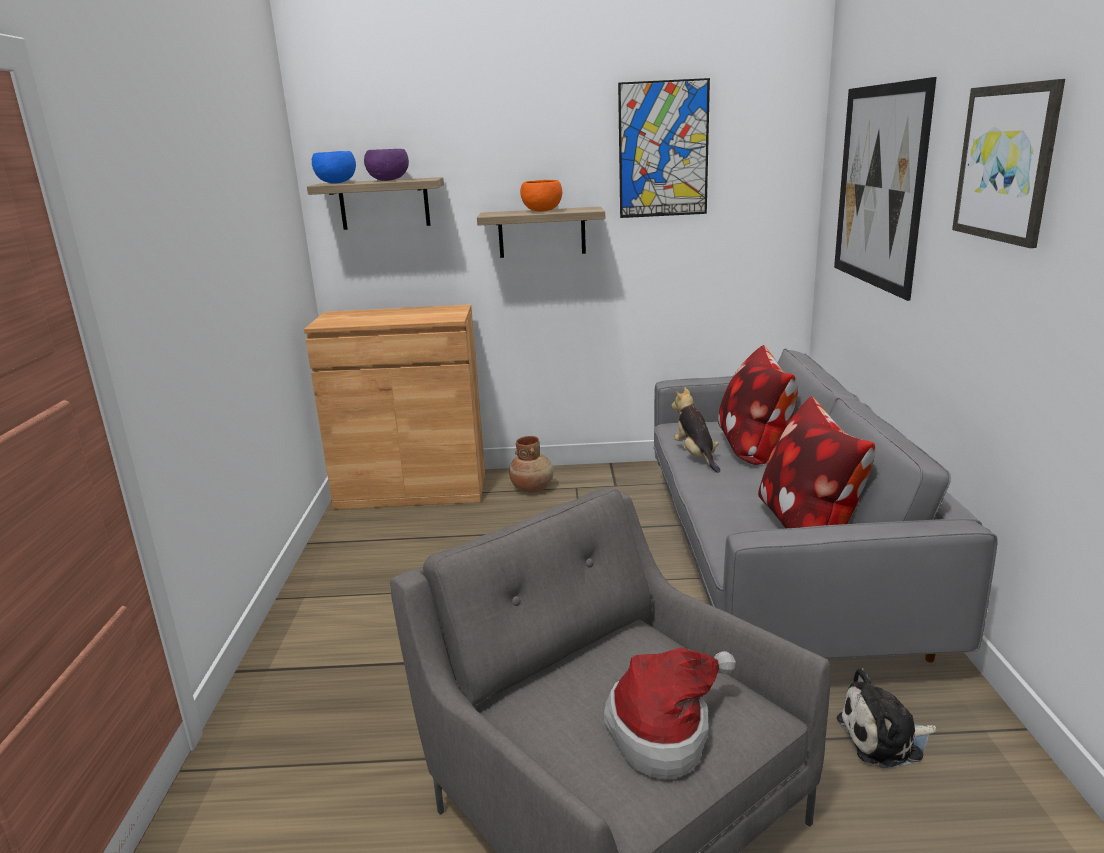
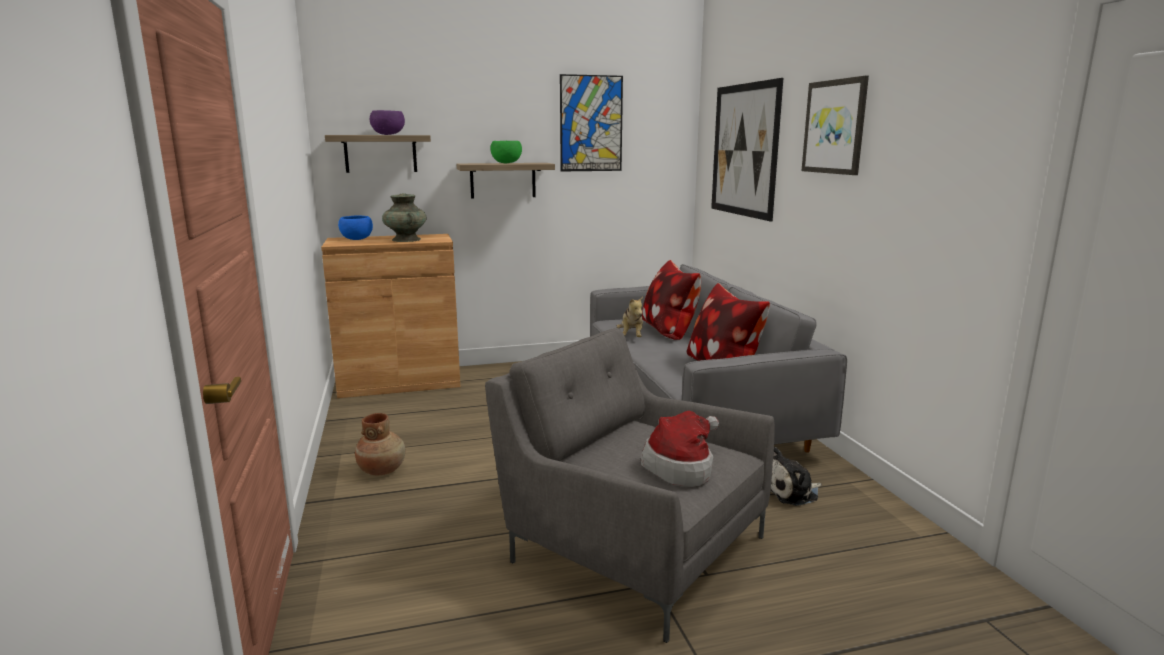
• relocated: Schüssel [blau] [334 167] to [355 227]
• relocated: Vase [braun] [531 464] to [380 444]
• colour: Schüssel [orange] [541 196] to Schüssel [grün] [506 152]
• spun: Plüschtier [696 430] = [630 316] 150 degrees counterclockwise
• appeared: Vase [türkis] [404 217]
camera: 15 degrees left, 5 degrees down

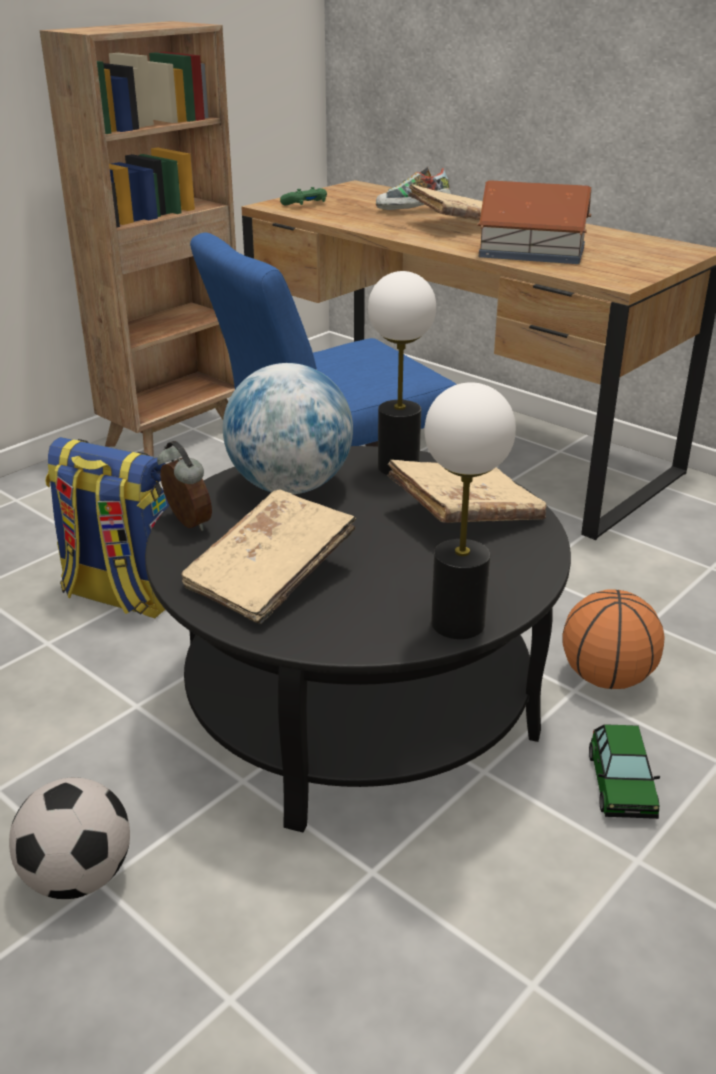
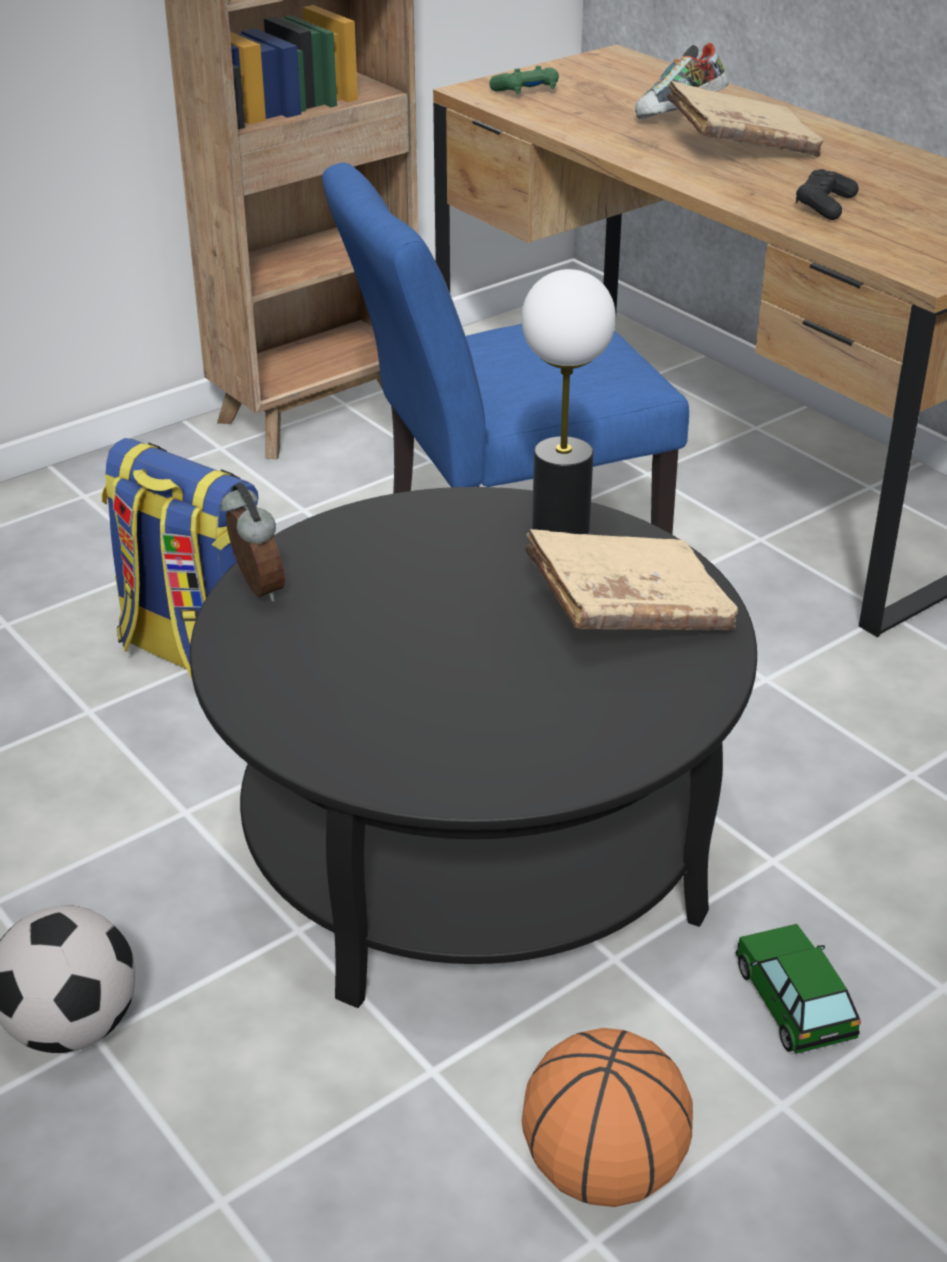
• missing: Buch [beige] [268 556]
• missing: Globus [288 428]
• spun: Schuh [413 188] = [682 81] 45 degrees counterclockwise
• missing: Tischlampe [470 510]
• exchanged: Spielzeughaus [535 222] to Gamepad [schwarz] [827 194]
• relocated: Basketball [614 639] to [607 1117]
• spun: Spielzeugauto [624 771] = [798 989] 150 degrees clockwise
camera: 10 degrees right, 5 degrees up

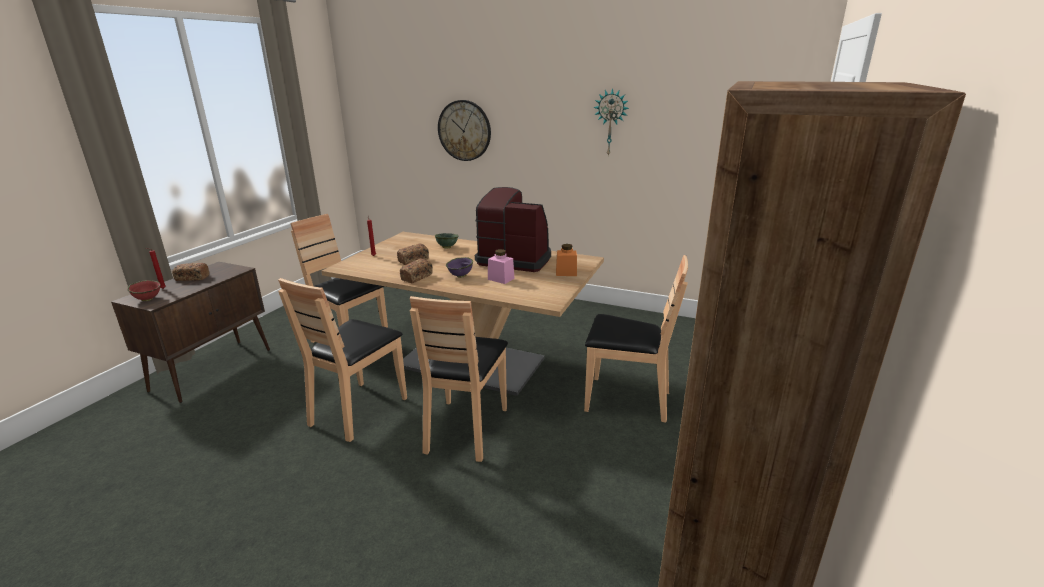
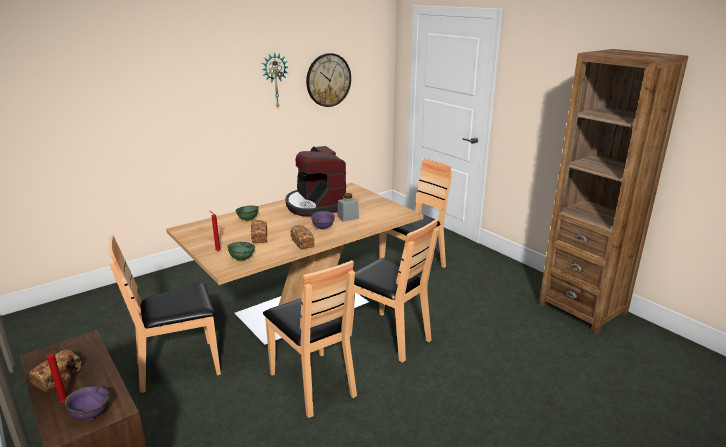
• colour: Schüssel [rot] [144 290] to Schüssel [lila] [87 403]
• relocated: Wanduhr [464 130] to [328 80]
• spun: Kaffeemaschine [513 229] = [316 181] 75 degrees counterclockwise
• colour: Vorratsglas [rosa] [501 266] to Vorratsglas [grau] [348 207]
• missing: Vorratsglas [orange] [566 260]
• appeared: Schüssel [grün] [241 251]
camera: 60 degrees left, 0 degrees up

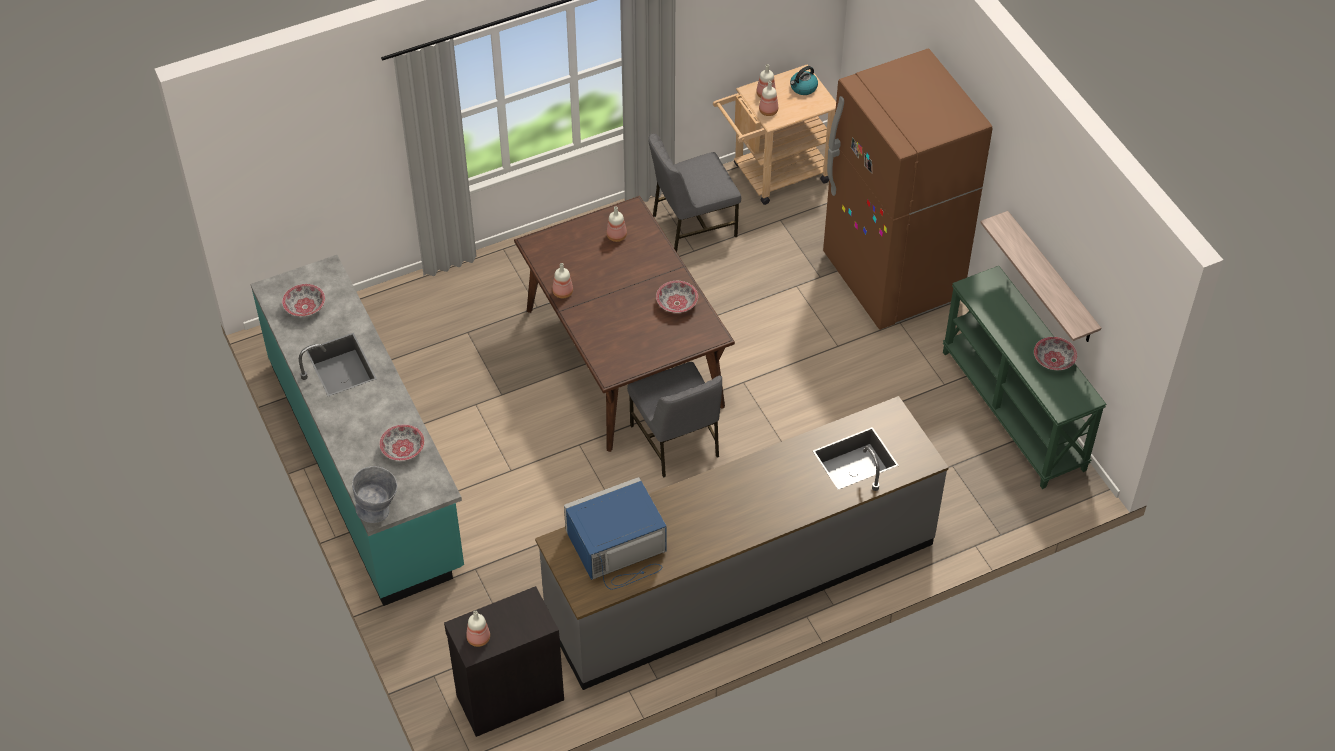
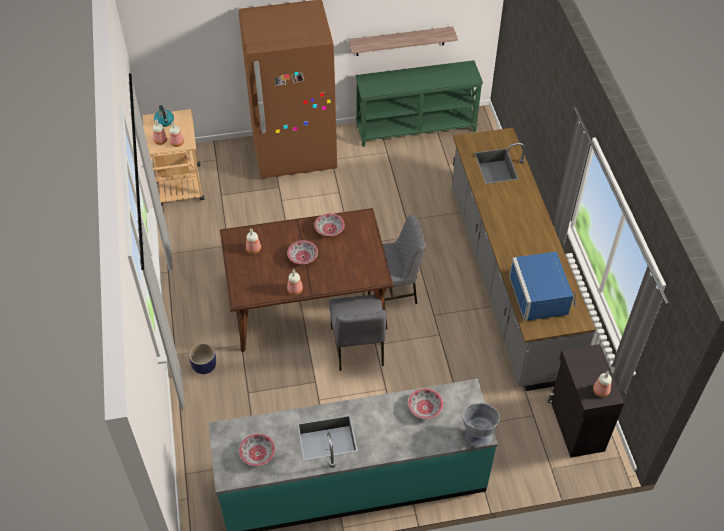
• relocated: Stuhl [grau] [694 192] to [357 332]
• relocated: Schüssel [1055 353] to [302 252]
• appeared: Pflanzkübel [202 358]
camera: 75 degrees left, 0 degrees up

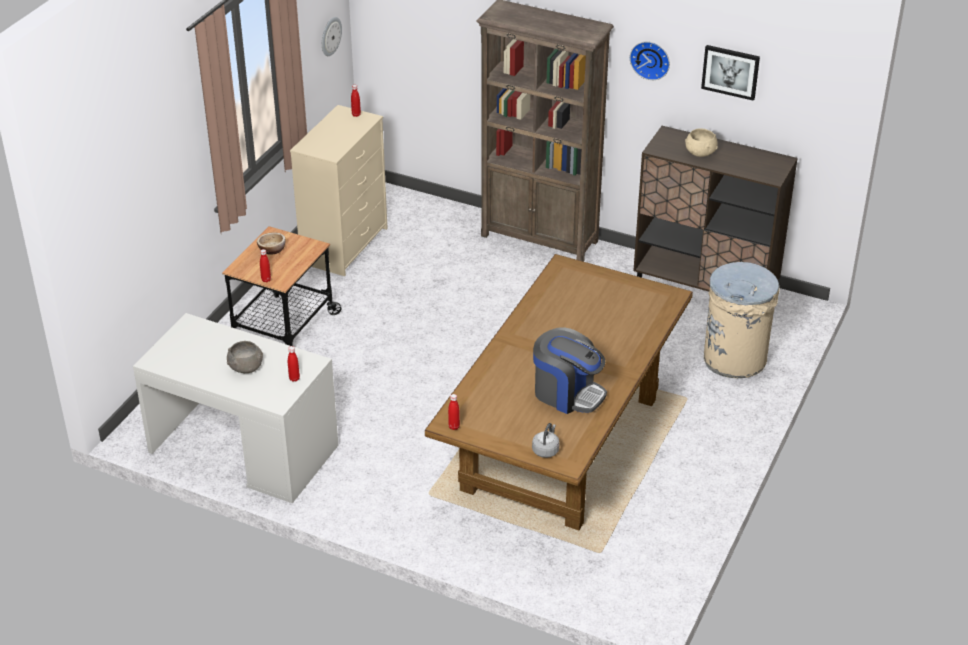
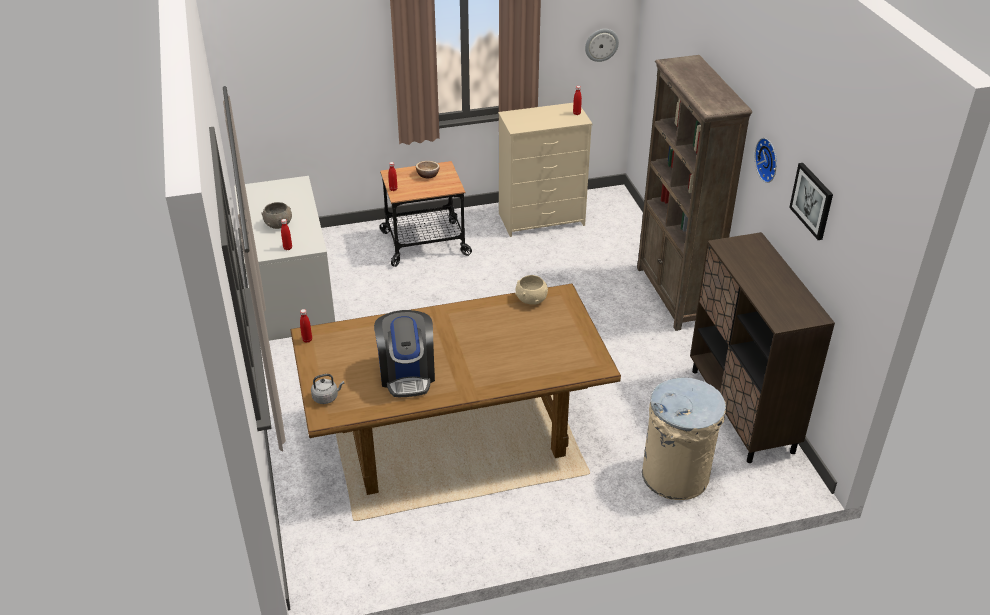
• relocated: Schüssel [beige] [701 143] to [531 290]
camera: 50 degrees right, 0 degrees up

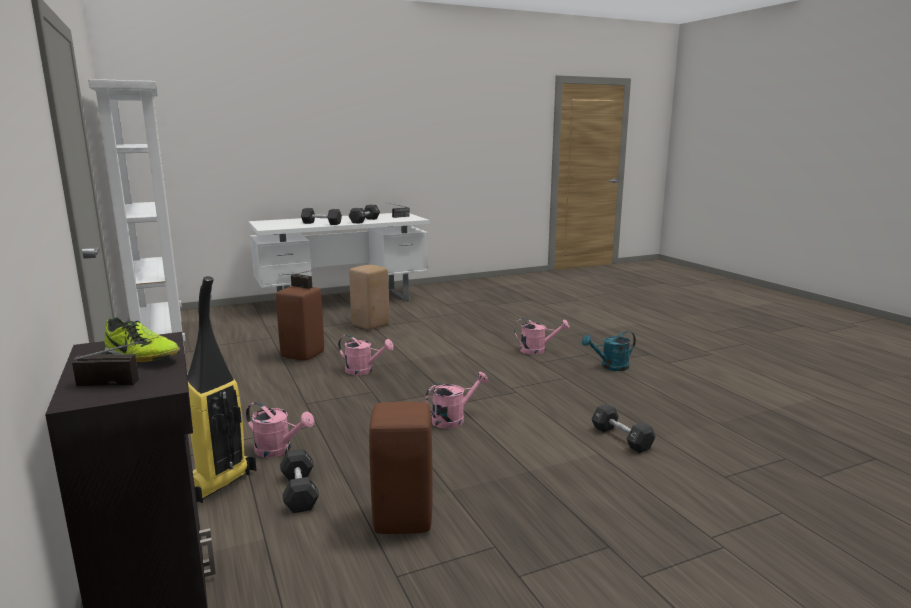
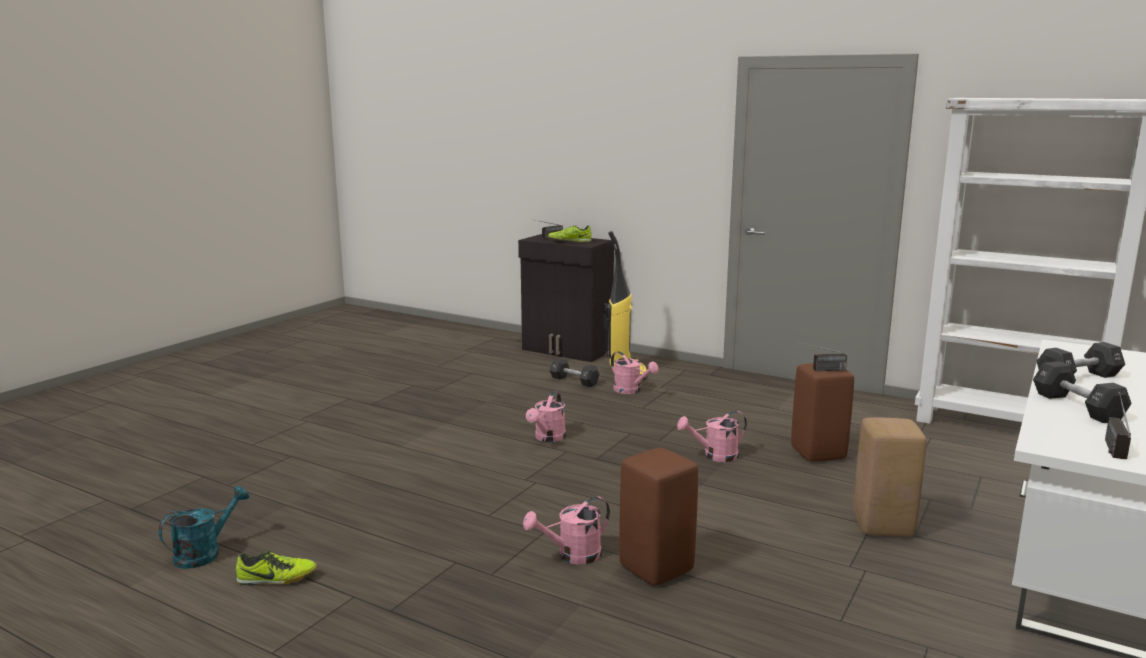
• spun: Gießkanne [rosa] [280 430] = [634 372] 120 degrees counterclockwise
• relocated: Hocker [braun] [401 468] to [658 517]
• relocated: Gießkanne [türkis] [609 351] to [204 527]
• missing: Hantel [schwarz] [623 428]
• appeared: Schuh [276 568]
camera: 145 degrees right, 0 degrees up

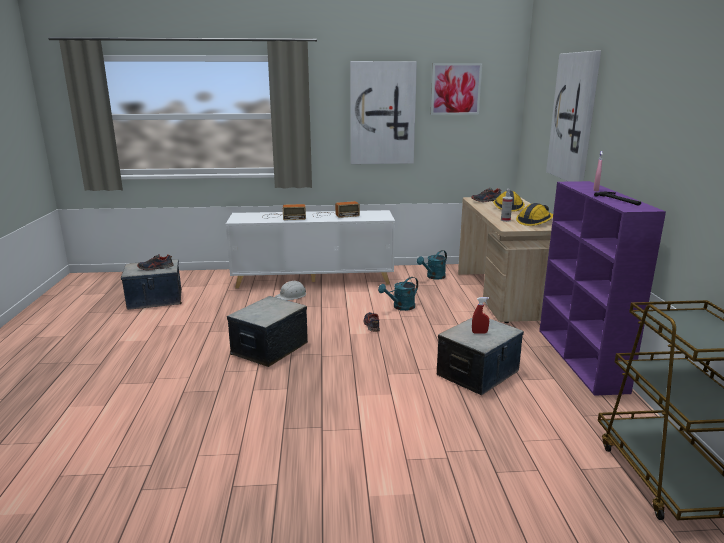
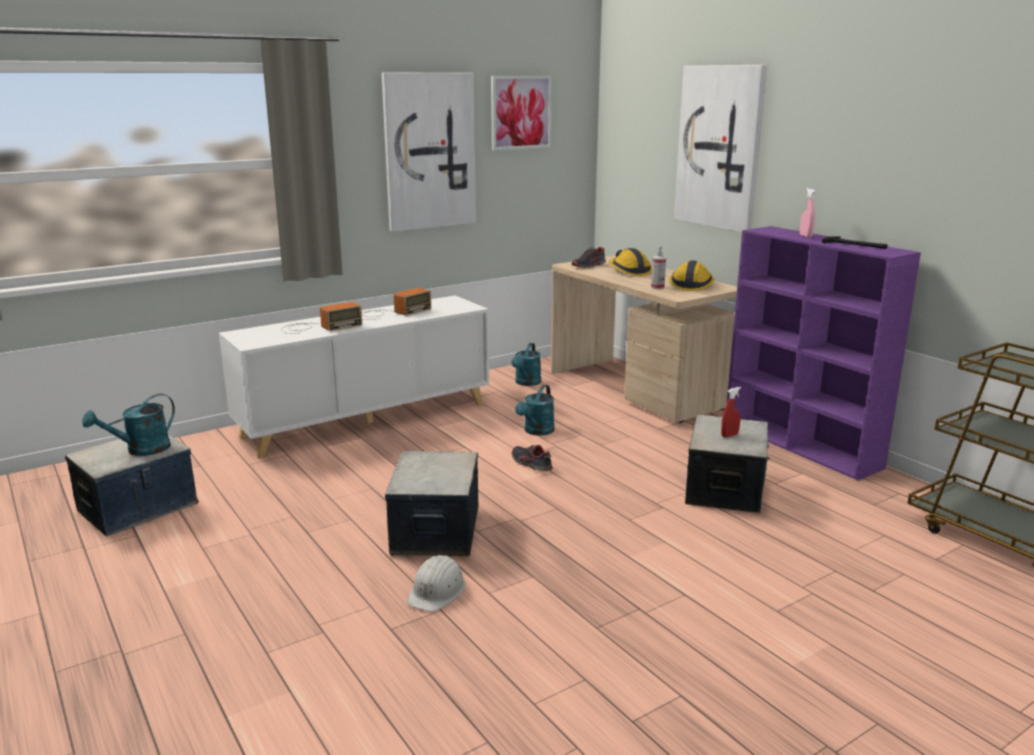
• exchanged: Schuh [155 262] to Gießkanne [türkis] [128 424]
• relocated: Schutzhelm [weiß] [290 290] to [436 583]
camera: 30 degrees left, 0 degrees up

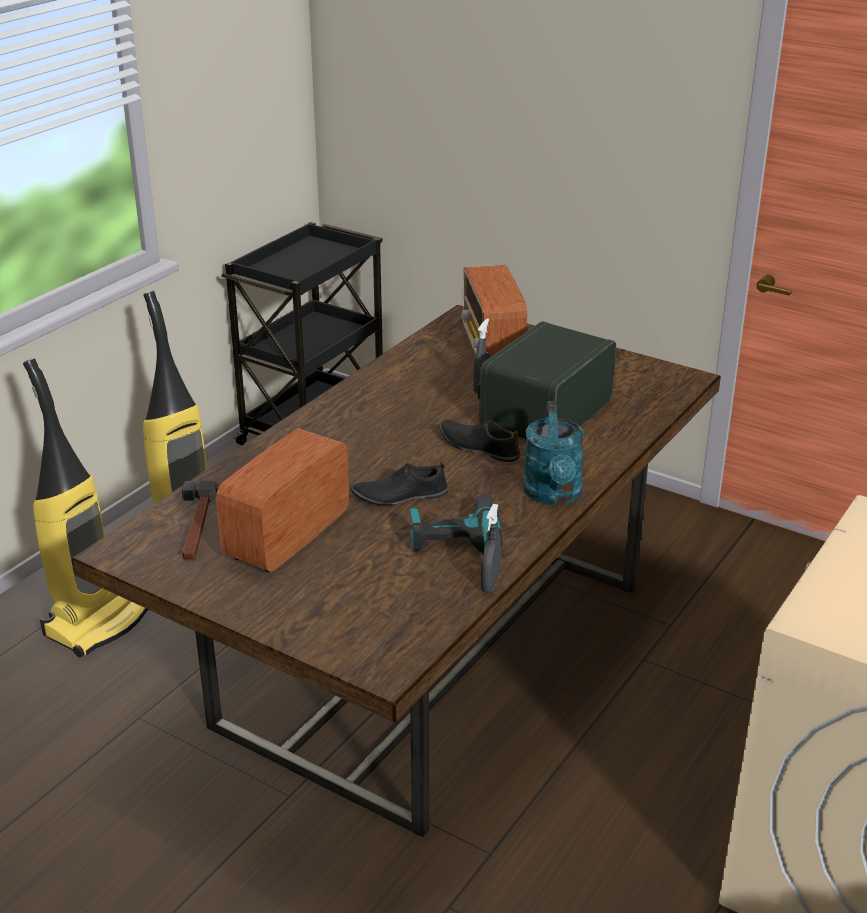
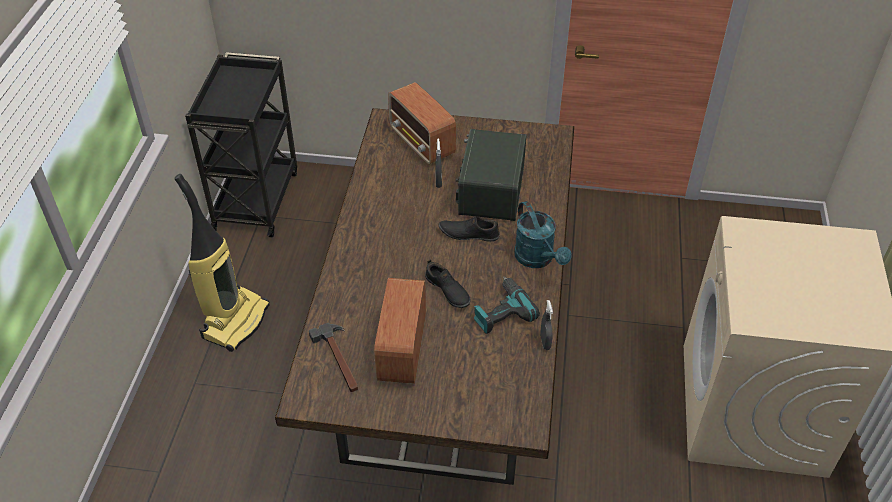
• missing: Staubsauger [86 508]
• spun: Schuh [schwarz] [399 483] = [448 283] 90 degrees counterclockwise
camera: 25 degrees left, 15 degrees up

